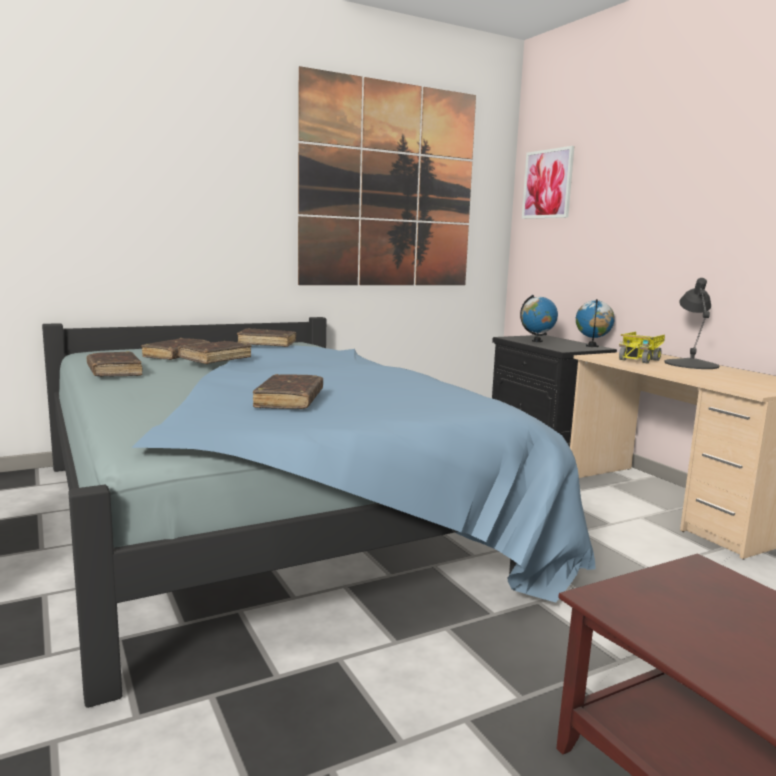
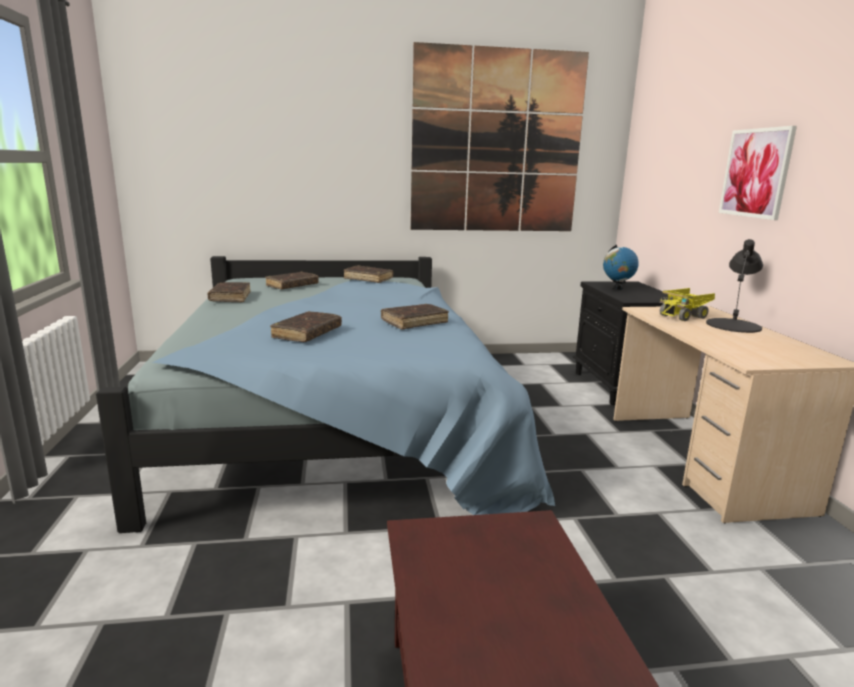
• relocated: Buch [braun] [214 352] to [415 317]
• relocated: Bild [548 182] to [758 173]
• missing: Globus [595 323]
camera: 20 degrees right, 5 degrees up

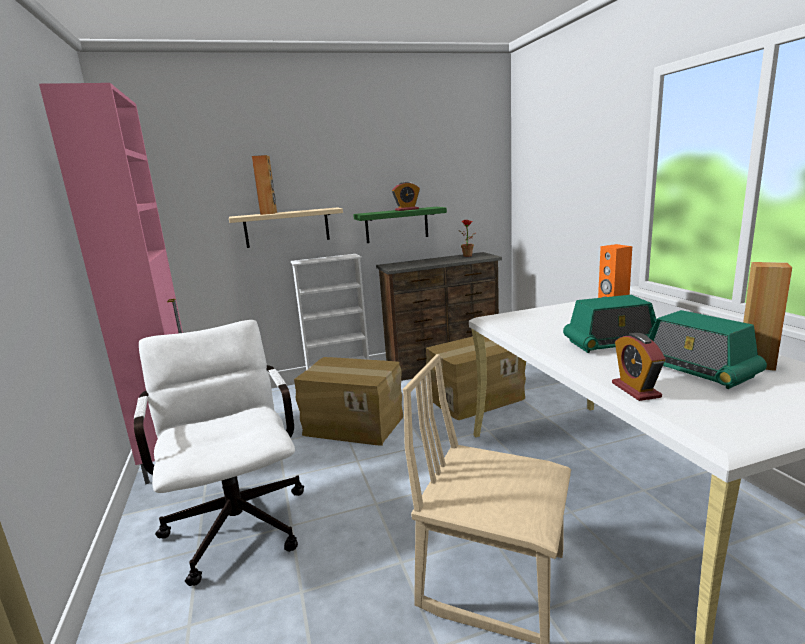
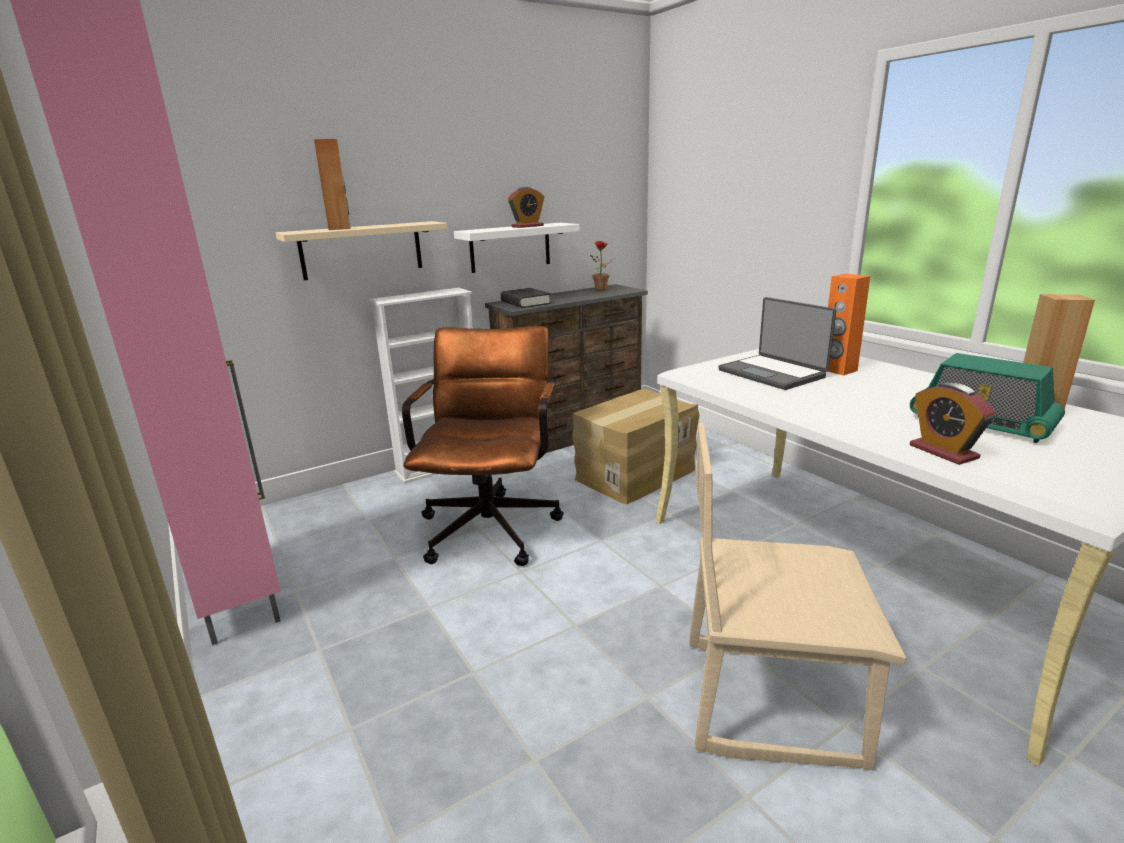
• missing: Bürostuhl [weiß] [219 453]
• exchanged: Karton [348 401] to Bürostuhl [braun] [483 446]
• colour: Wandregal [grün] [400 225] to Wandregal [weiß] [516 248]
• missing: Radio [609 324]
• appeared: Buch [schwarz] [526 298]
• appeared: Laptop [777 343]
camera: 15 degrees left, 5 degrees up

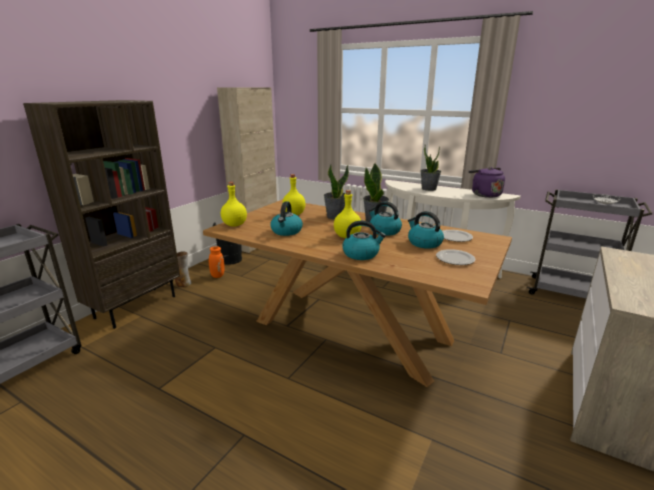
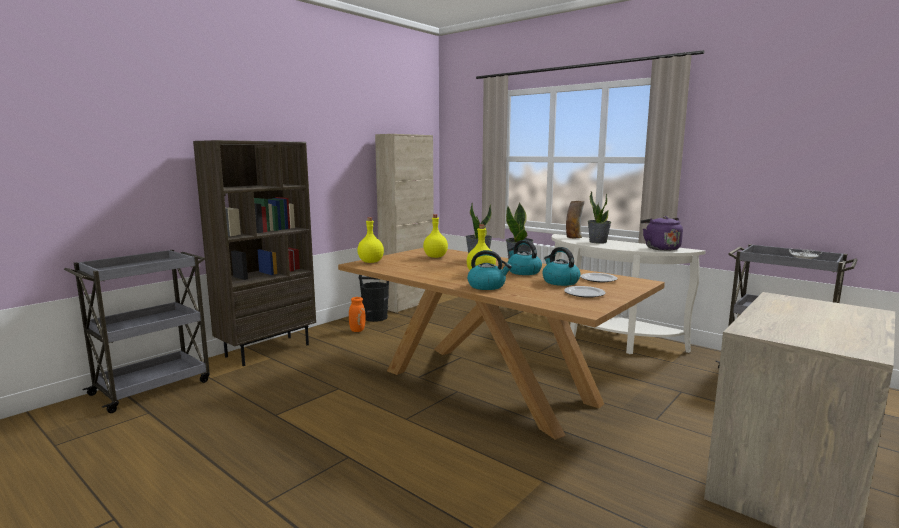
• relocated: Vase [183 269] to [575 219]
• missing: Wasserkessel [286 218]
camera: 10 degrees right, 10 degrees down

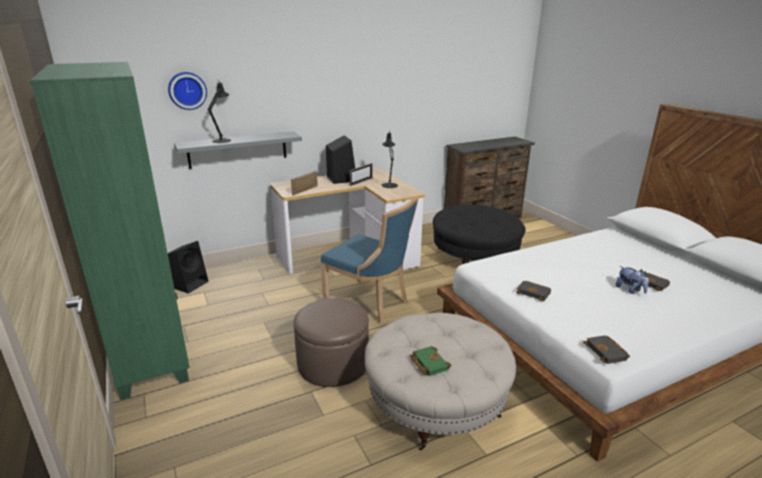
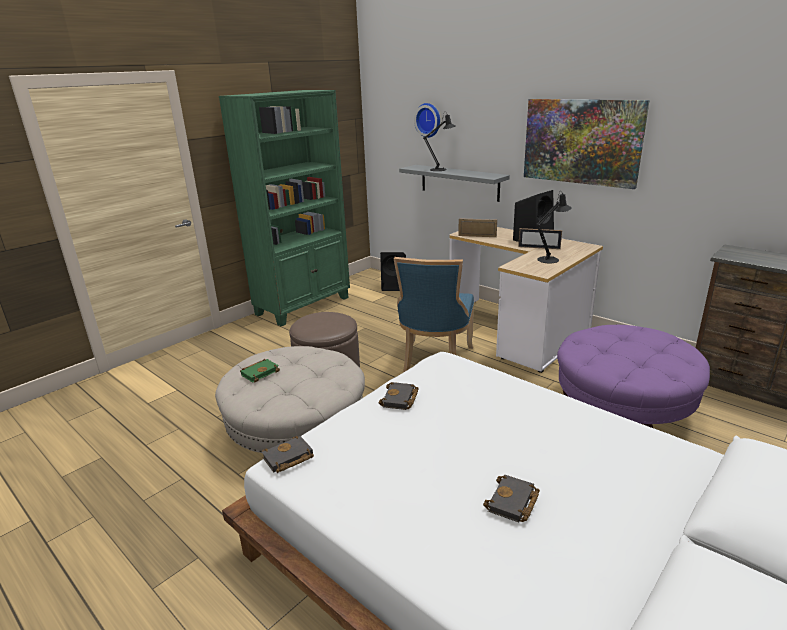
• colour: Polsterhocker [schwarz] [479 234] to Polsterhocker [lila] [633 376]
• missing: Plüschtier [632 280]
• appeared: Bild [587 144]
camera: 70 degrees right, 0 degrees up

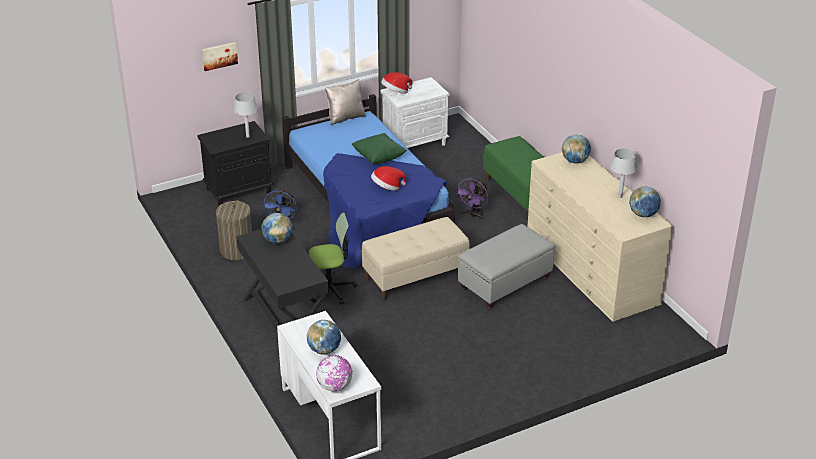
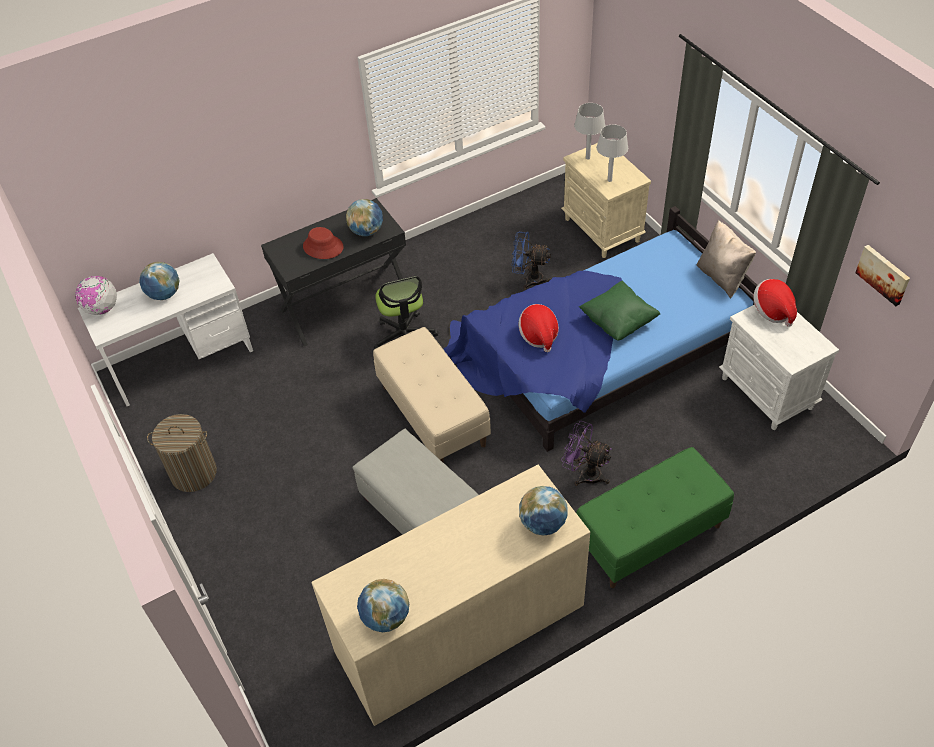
• colour: Nachttisch [schwarz] [235 163] to Nachttisch [beige] [606 200]
• relocated: Bild [220 56] to [882 275]
• relocated: Wäschekorb [234 230] to [182 453]
• relocated: Tischlampe [grau] [623 173] to [589 131]
• appeared: Hut [rot] [323 243]
camera: 90 degrees right, 15 degrees up

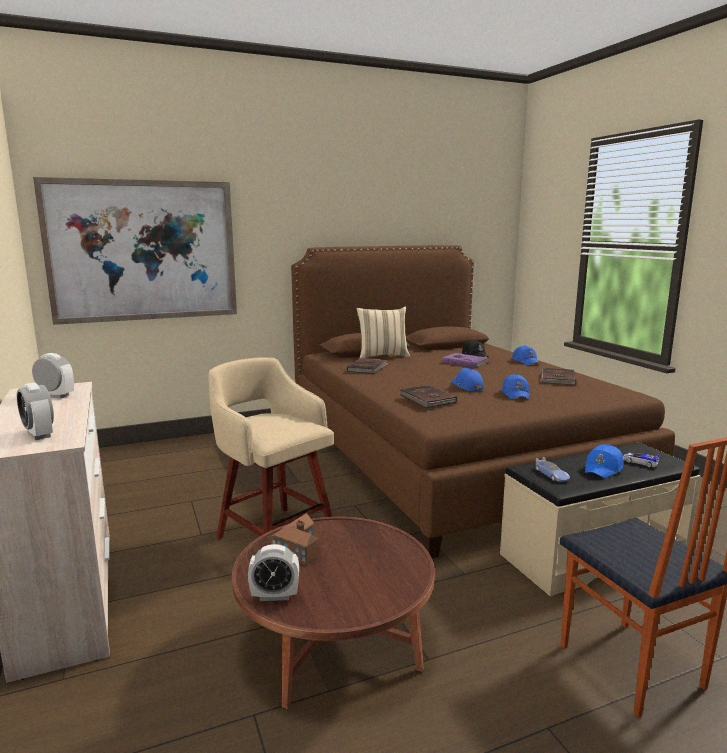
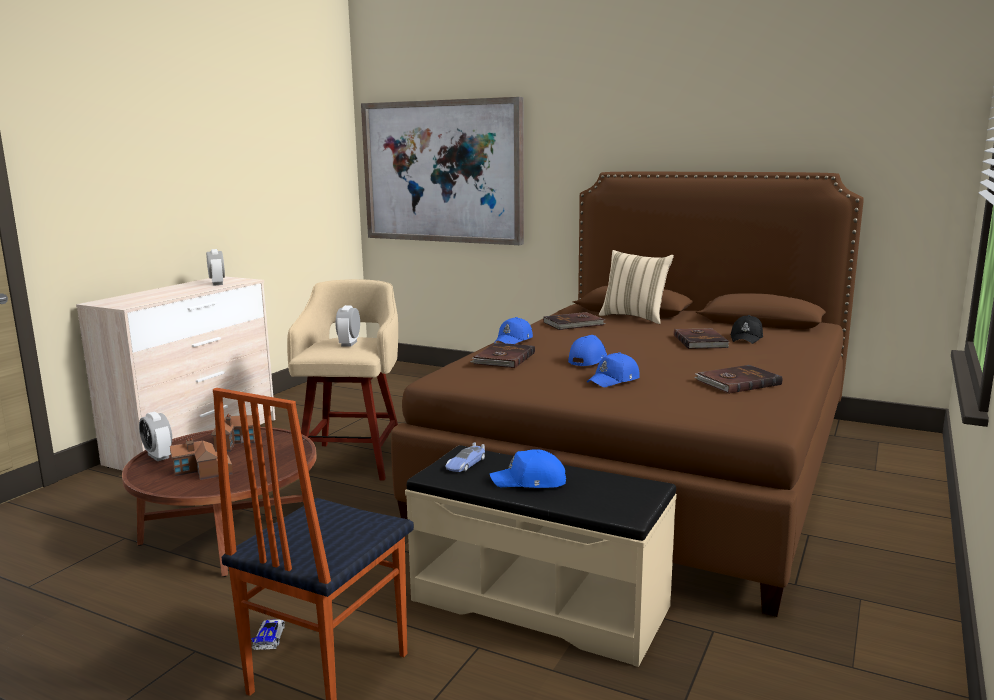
• relocated: Wecker [35 411] to [348 326]
• colour: Buch [lila] [465 360] to Buch [braun] [701 338]
• relocated: Kappe [blau] [526 355] to [513 330]
• relocated: Spielzeugauto [641 460] to [268 634]
• appeared: Spielzeughaus [201 459]
camera: 50 degrees right, 0 degrees up

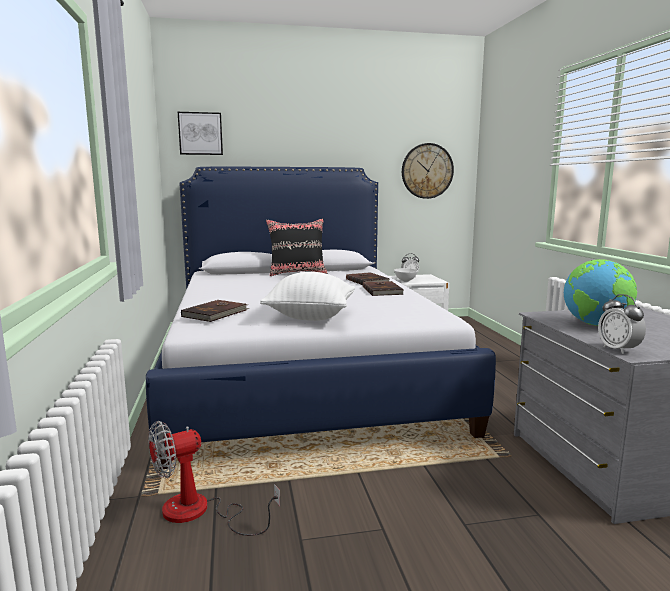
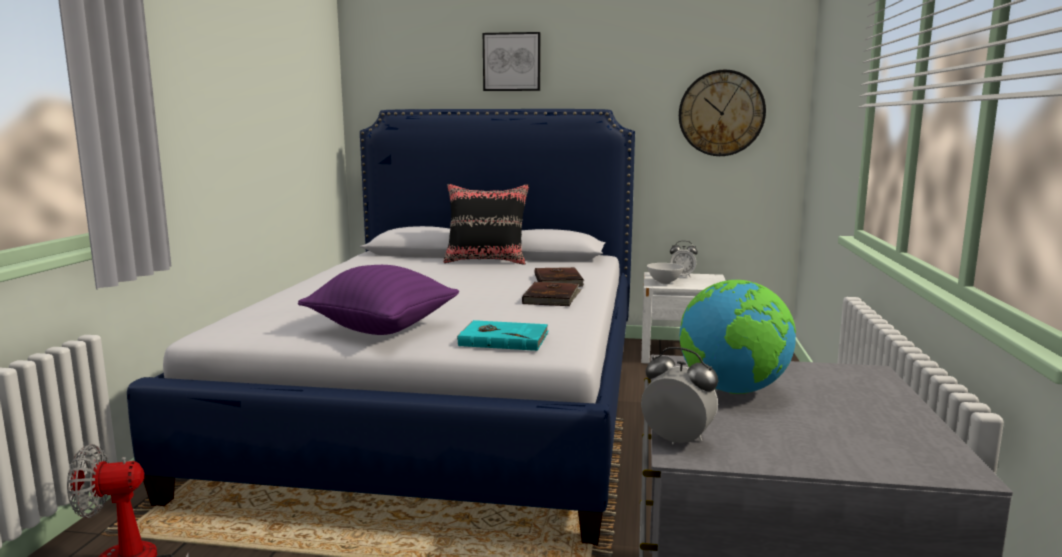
• relocated: Bild [200 133] to [511 61]
• missing: Buch [braun] [215 311]
• colour: Kissen [weiß] [307 296] to Kissen [lila] [378 300]
• spun: Wecker [622 324] = [679 395] 120 degrees clockwise
• appeared: Buch [türkis] [503 335]
camera: 20 degrees right, 0 degrees up

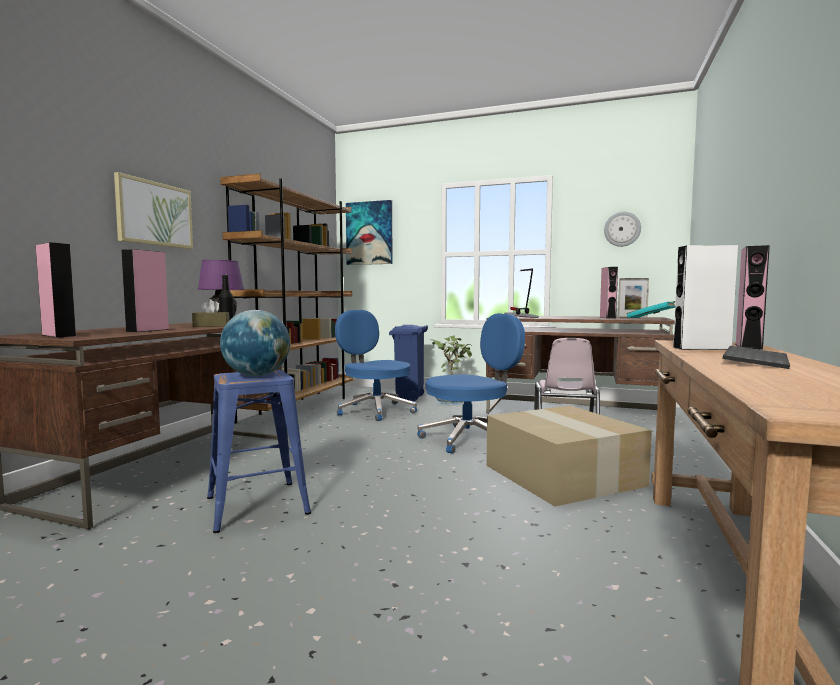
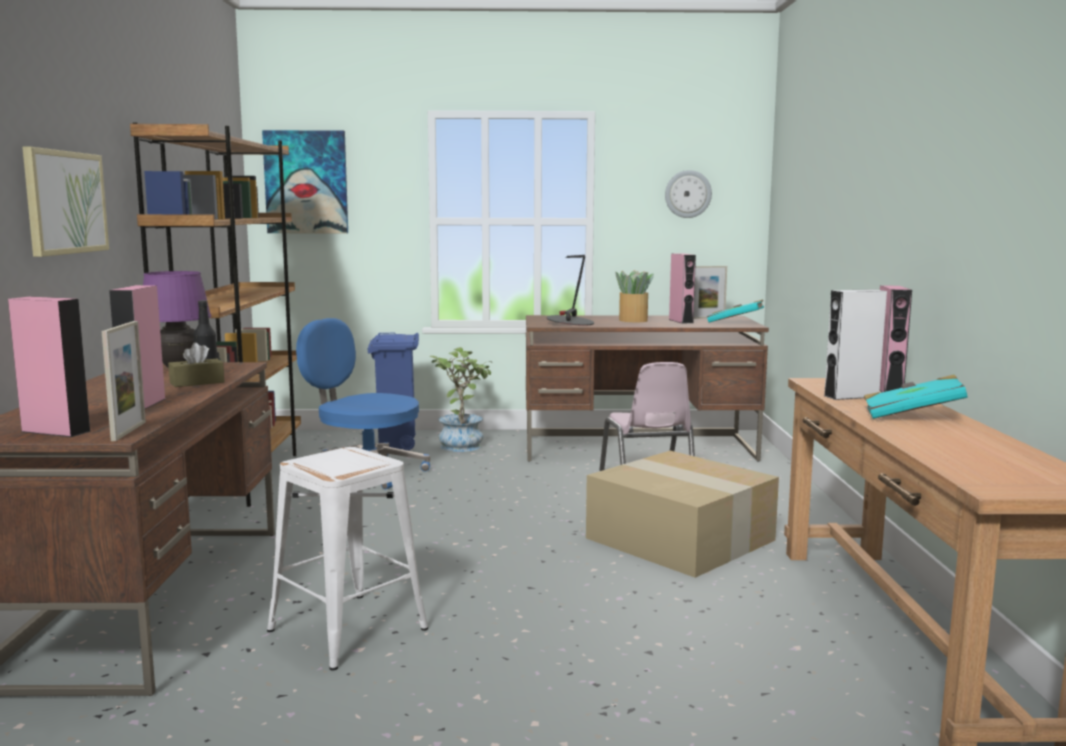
• colour: Hocker [blau] [259 451] to Hocker [weiß] [347 558]
• missing: Globus [255 343]
• missing: Bürostuhl [blau] [471 383]
• exchanged: Tastatur [756 357] to Buch [türkis] [916 397]
• appeared: Bilderrahmen [124 381]
• appeared: Topfpflanze [634 296]
camera: 20 degrees left, 5 degrees up

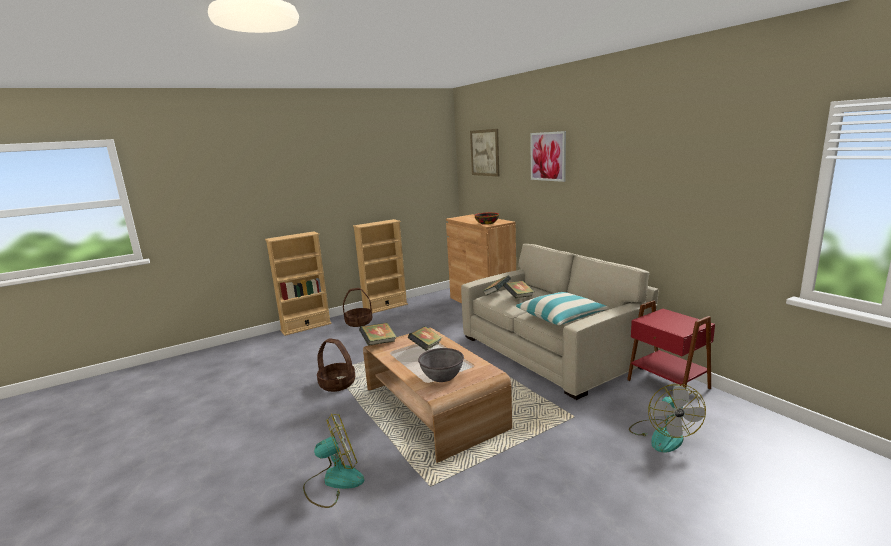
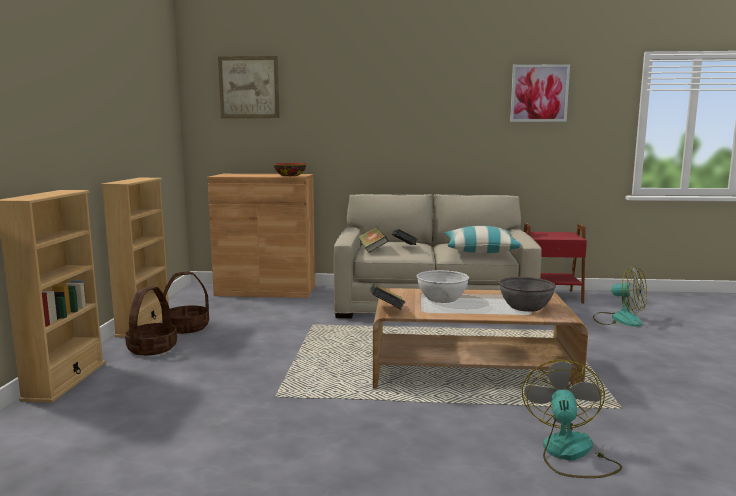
• relocated: Korb [336 365] to [186 303]
• exchanged: Buch [425 338] to Schüssel [weiß] [443 286]
• relocated: Bild [548 156] to [540 93]
camera: 55 degrees left, 5 degrees down

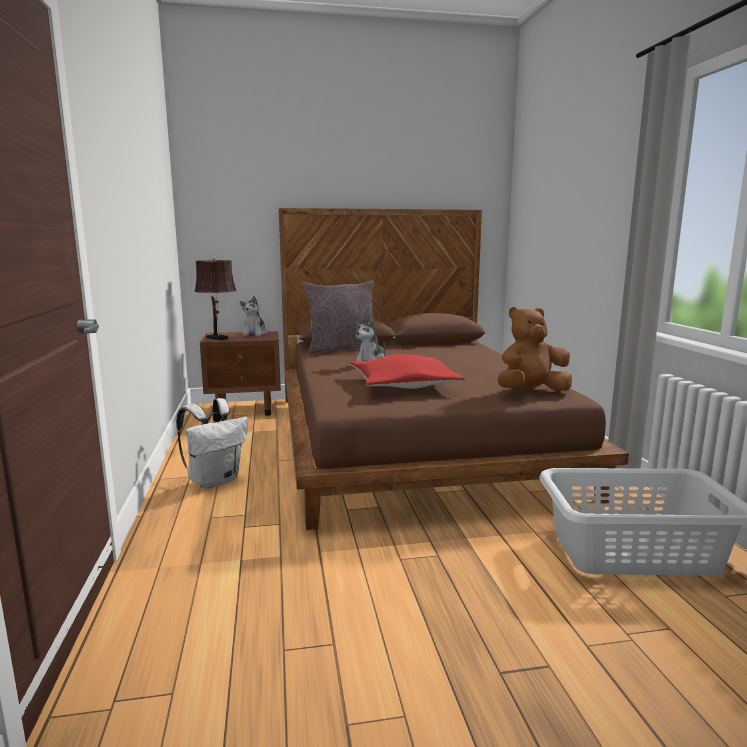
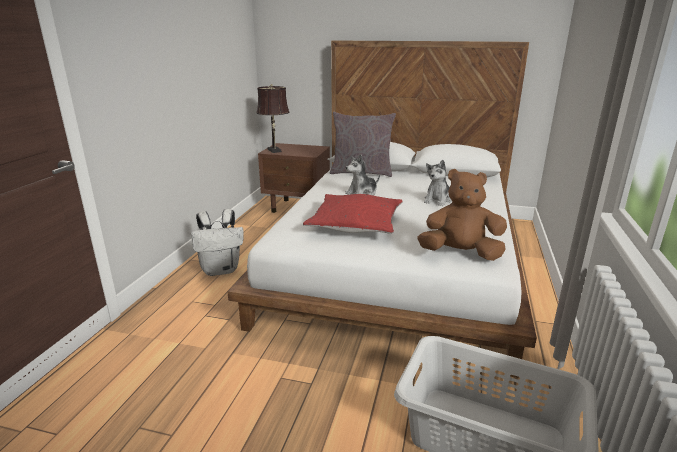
• relocated: Plüschtier [253 316] to [438 183]
• colour: Bett [braun] [454 369] to Bett [weiß] [382 209]
camera: 25 degrees right, 10 degrees up

